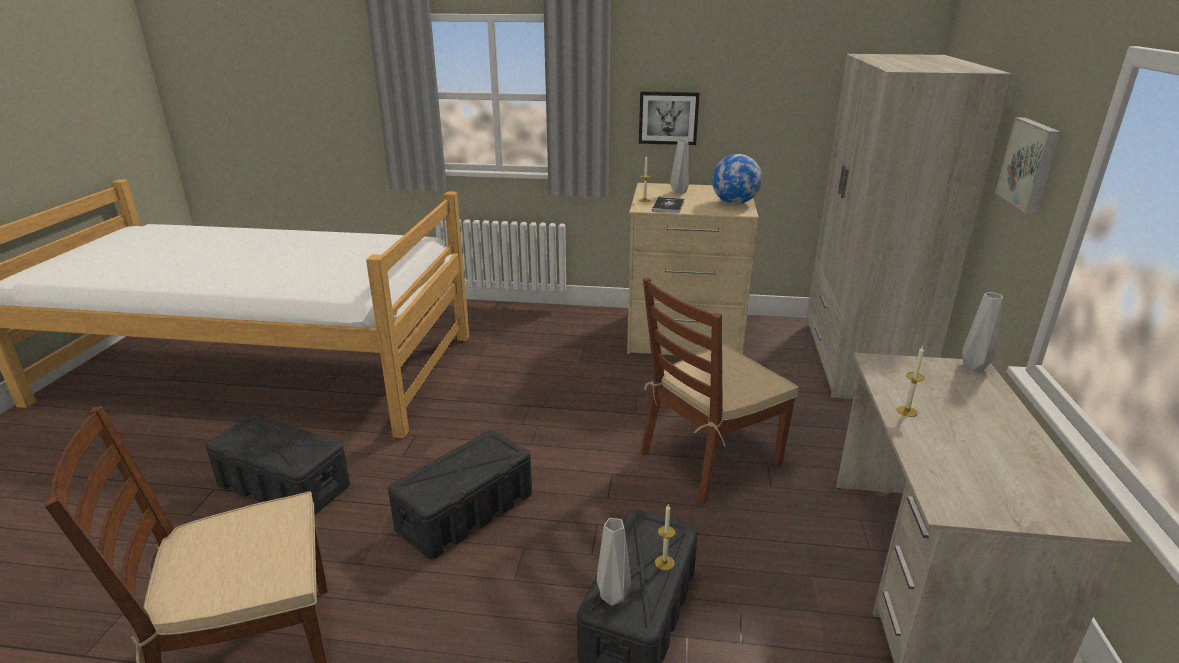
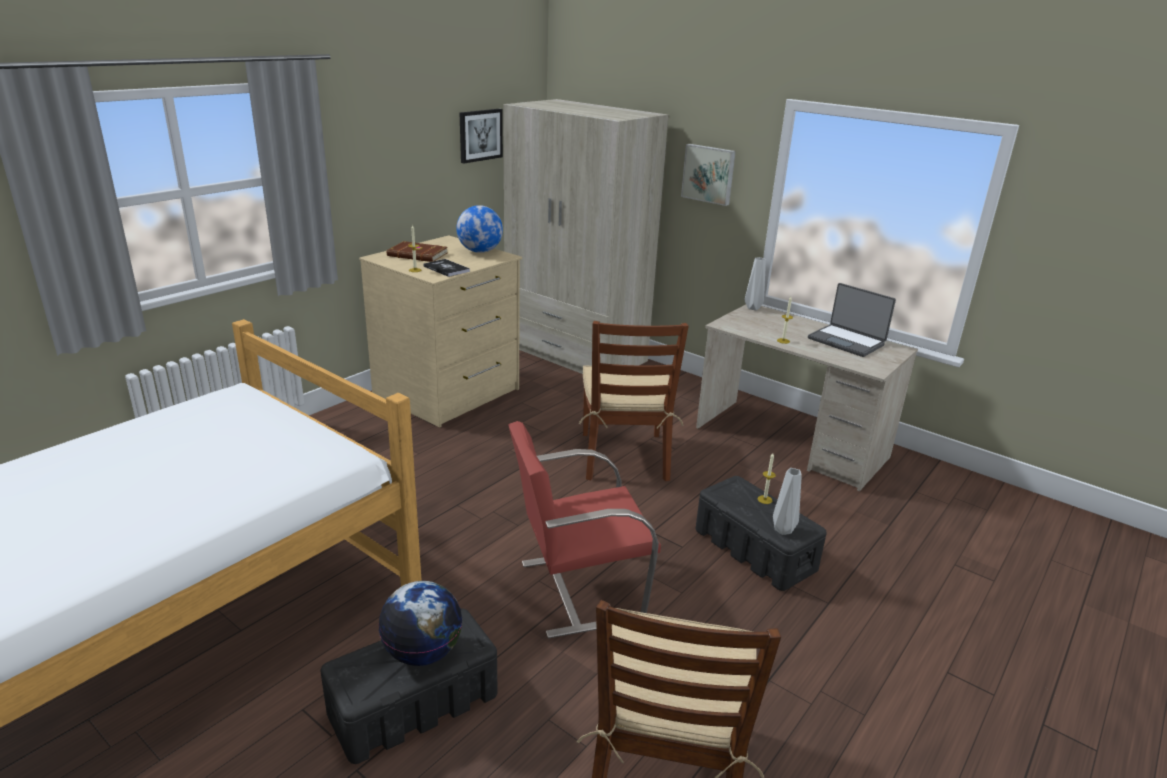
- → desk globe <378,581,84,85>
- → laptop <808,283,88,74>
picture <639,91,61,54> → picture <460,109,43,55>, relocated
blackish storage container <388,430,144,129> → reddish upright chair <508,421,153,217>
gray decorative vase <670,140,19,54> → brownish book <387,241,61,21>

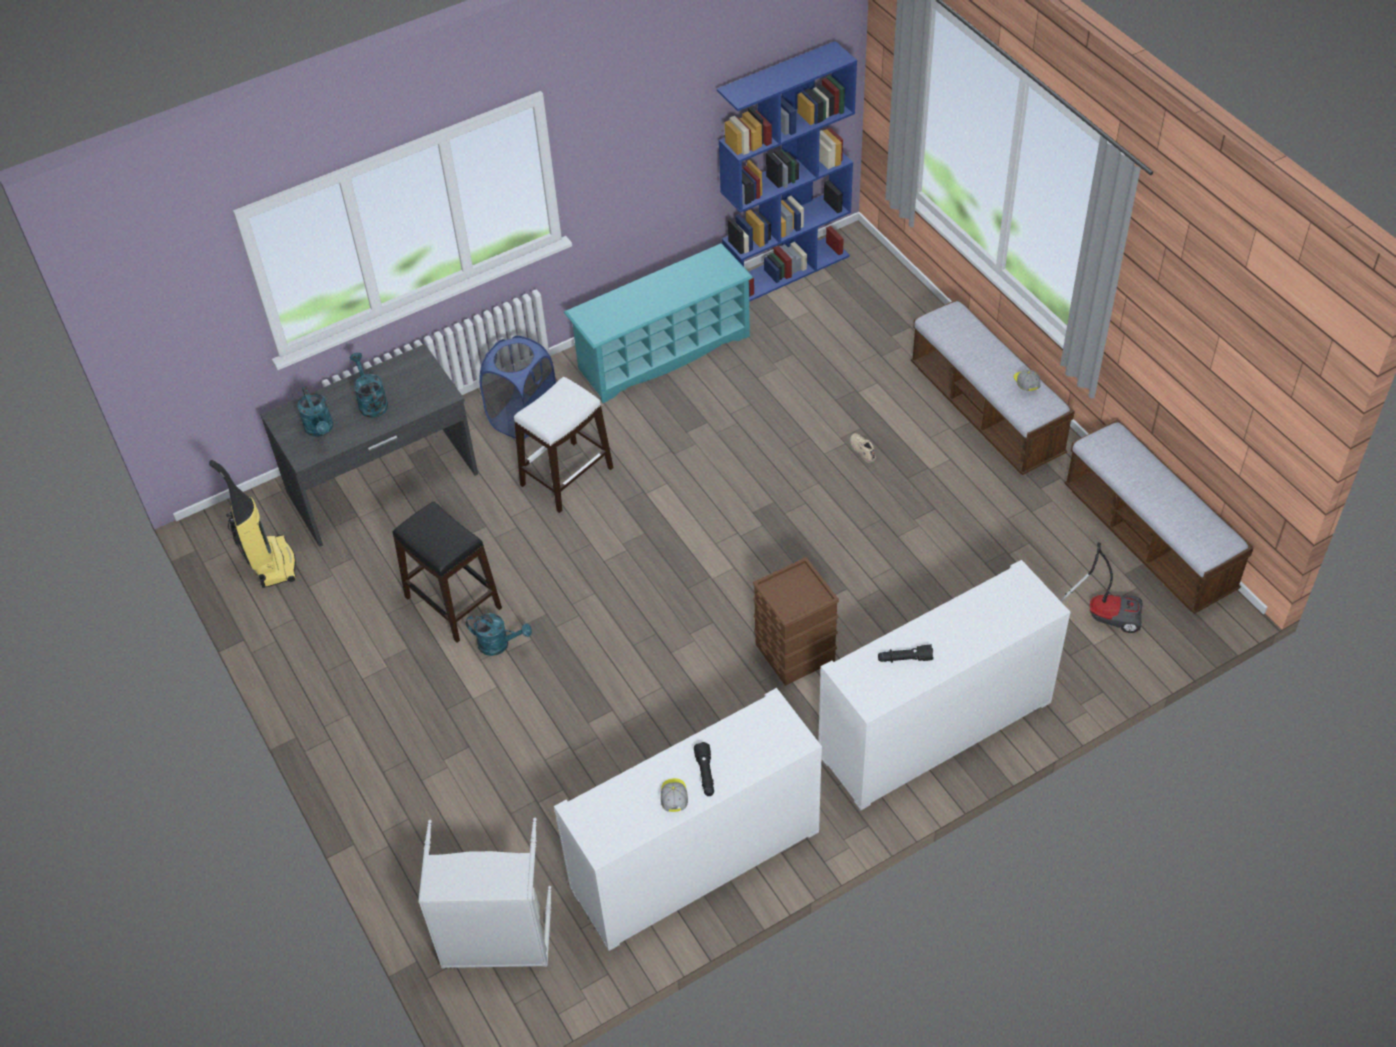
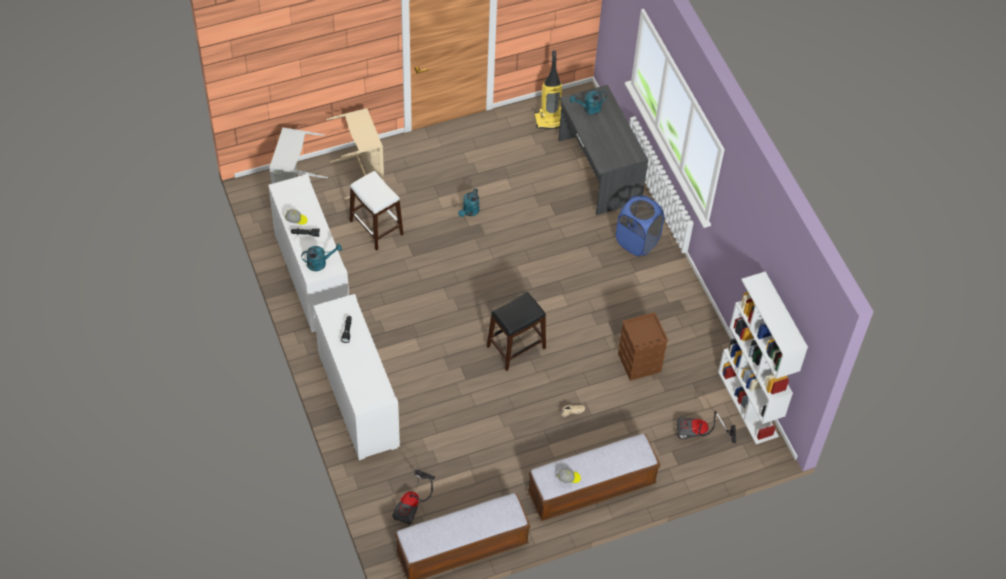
blue-green shoe shelf <564,243,189,160> → -
- → beige-coloured hamper <326,108,58,91>
- → hoover <677,411,59,32>
blue-green watering pot <350,353,38,65> → blue-green watering pot <301,244,41,27>, relocated
blackish sitting stool <393,502,109,141> → blackish sitting stool <487,292,59,79>, relocated
white-coloured sitting stool <514,377,100,136> → white-coloured sitting stool <350,171,54,80>, relocated
brownish storage container <753,557,86,129> → brownish storage container <618,312,50,69>, relocated
blue bookcase <717,41,140,261> → white-coloured bookcase <718,271,90,173>

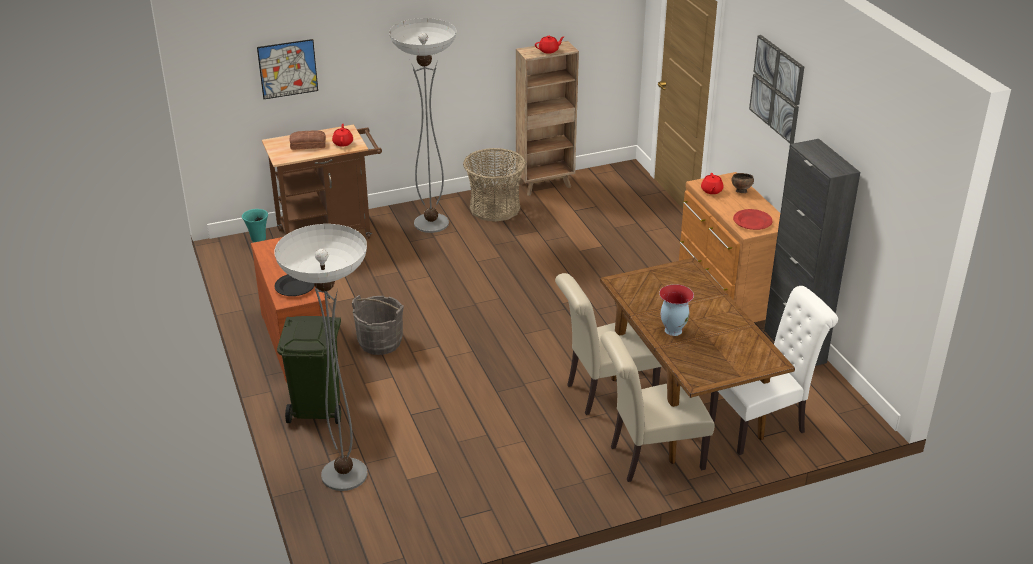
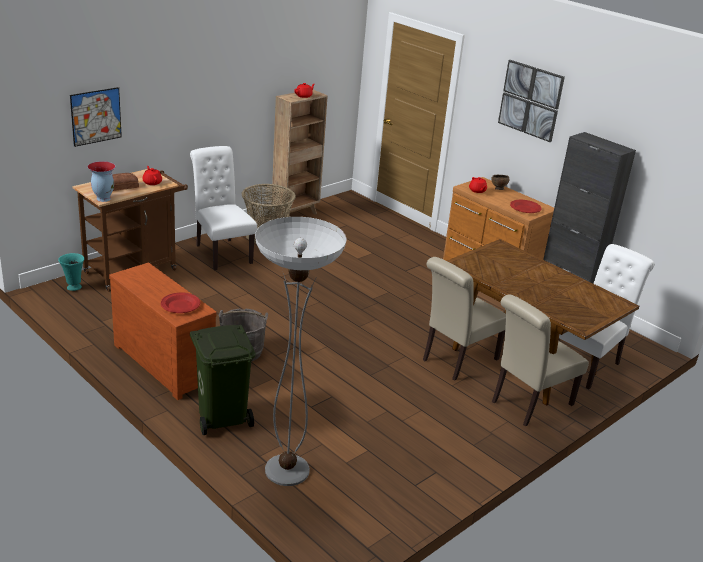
decorative vase <659,284,35,52> → decorative vase <88,161,28,41>, relocated
standing lamp <389,18,67,215> → white-coloured upright chair <190,146,67,124>
blackish dinner plate <275,274,40,22> → reddish dinner plate <161,293,39,20>

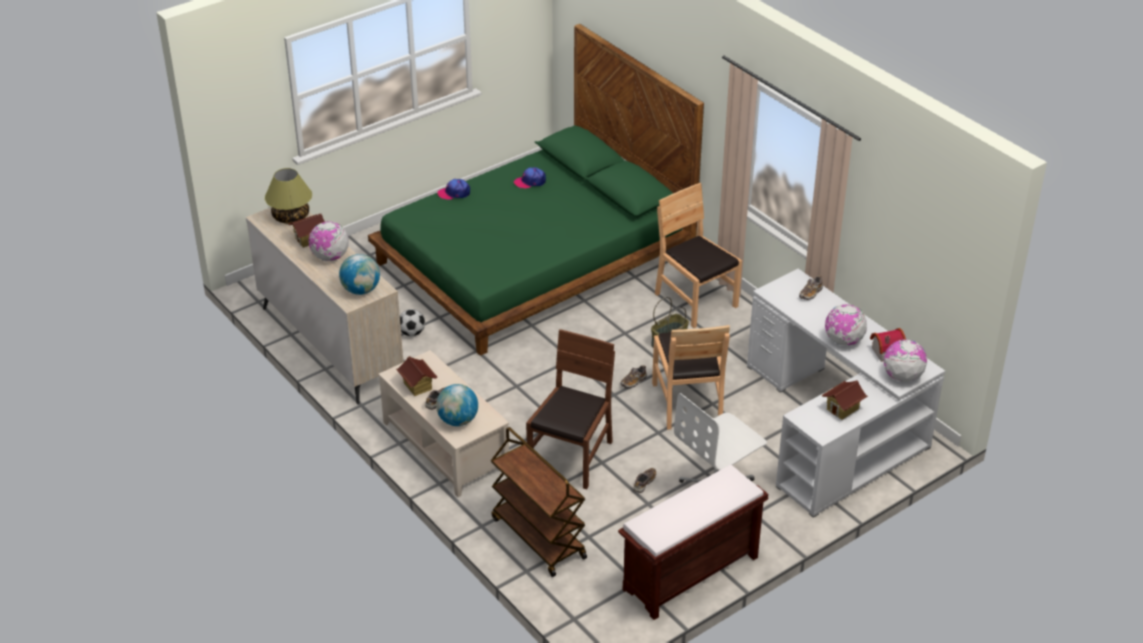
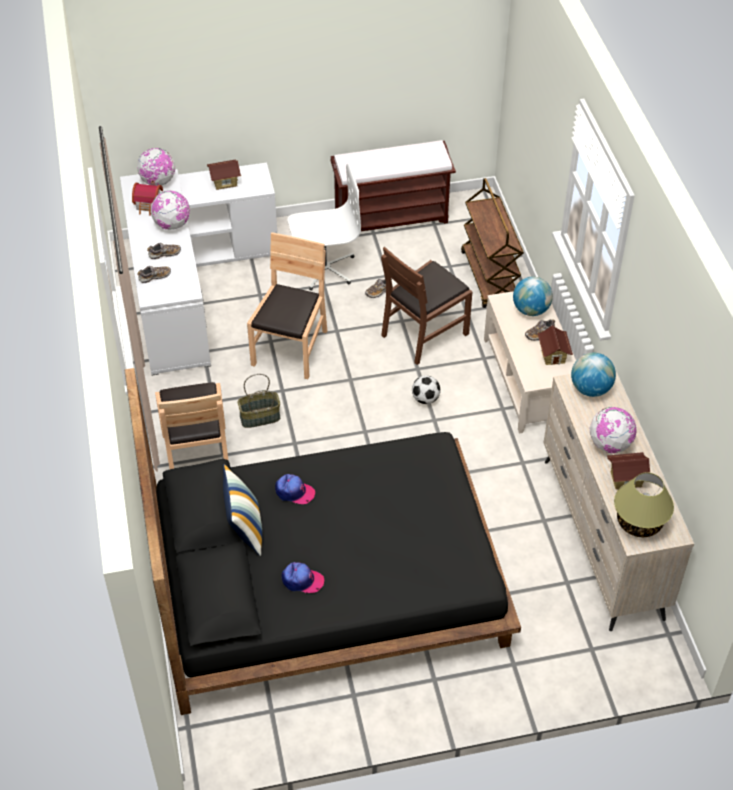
- → cushion <223,464,39,92>
football <400,309,25,27> → football <412,375,29,29>, relocated
baseball cap <437,179,33,21> → baseball cap <275,474,40,30>, relocated
item of footwear <620,365,27,24> → item of footwear <147,243,34,16>, relocated
green-coloured bedroom bed <368,24,336,332> → blackish bedroom bed <124,368,397,347>

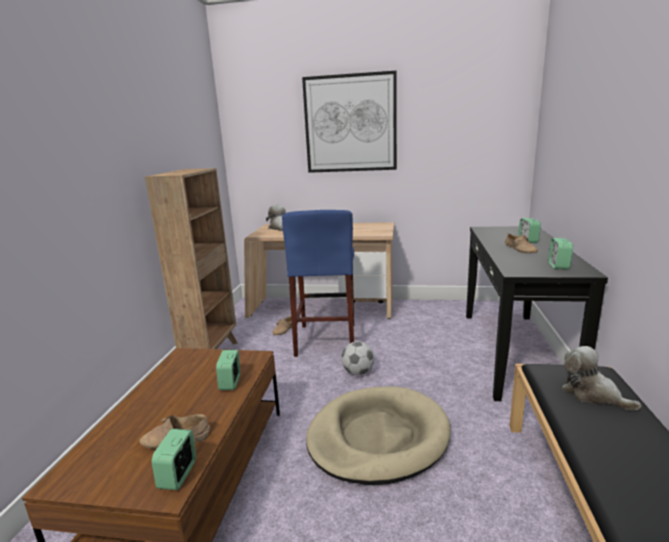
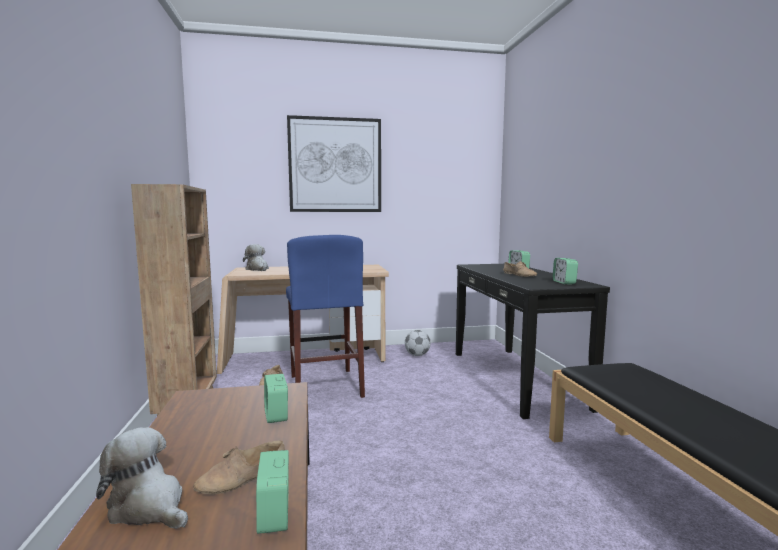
beige-coloured pet bed <306,386,145,99> → -
football <341,341,34,34> → football <405,330,26,26>, relocated
soft toy <562,346,79,65> → soft toy <96,427,92,102>, relocated

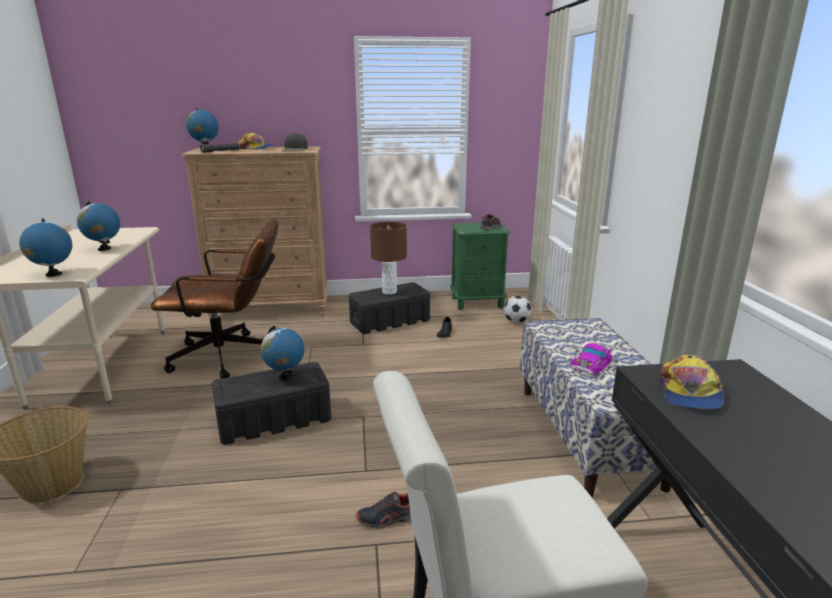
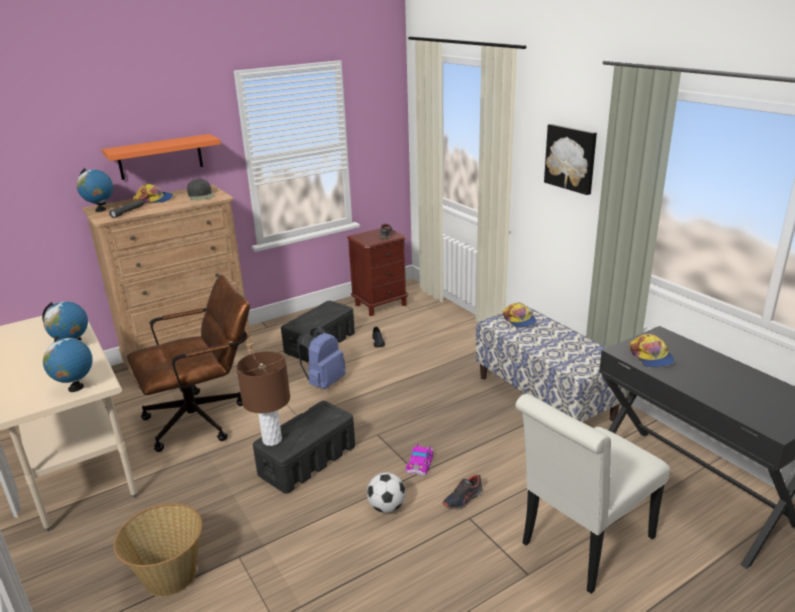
desk globe <261,326,43,55> → -
- → orangey shelf <102,134,119,46>
- → blue backpack <297,327,49,62>
- → baseball cap <503,302,33,26>
- → picture <544,124,53,71>
brownish lamp for a table <370,222,37,73> → brownish lamp for a table <236,351,54,95>, relocated
football <504,296,28,27> → football <367,473,39,40>, relocated
miniature car <570,343,43,33> → miniature car <406,444,27,32>, relocated
green-coloured night table <450,222,61,88> → brownish night table <347,228,61,88>

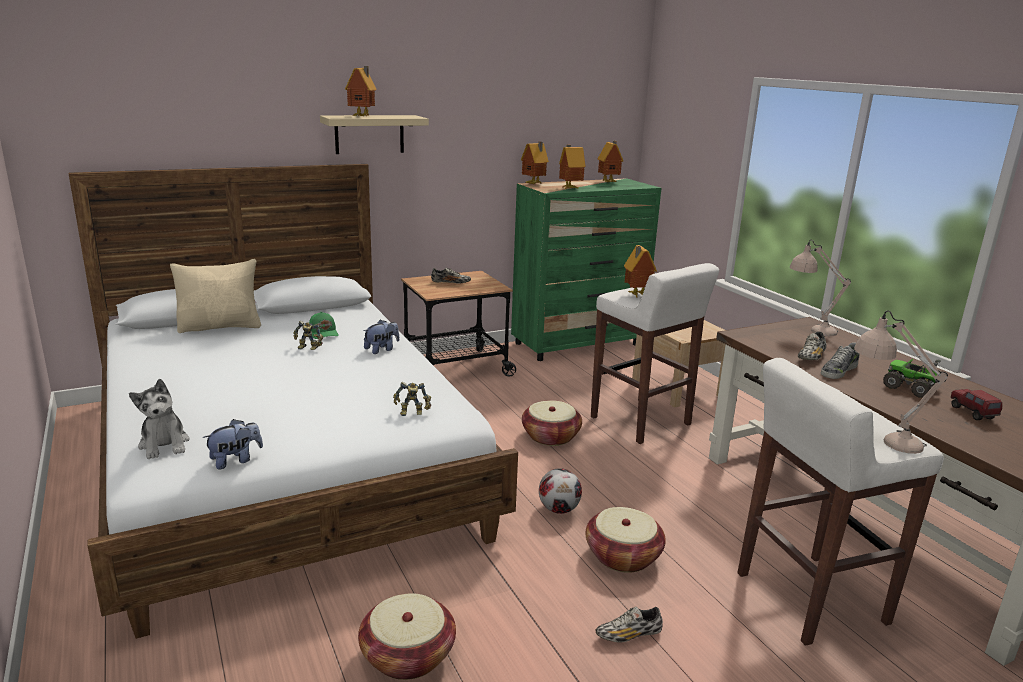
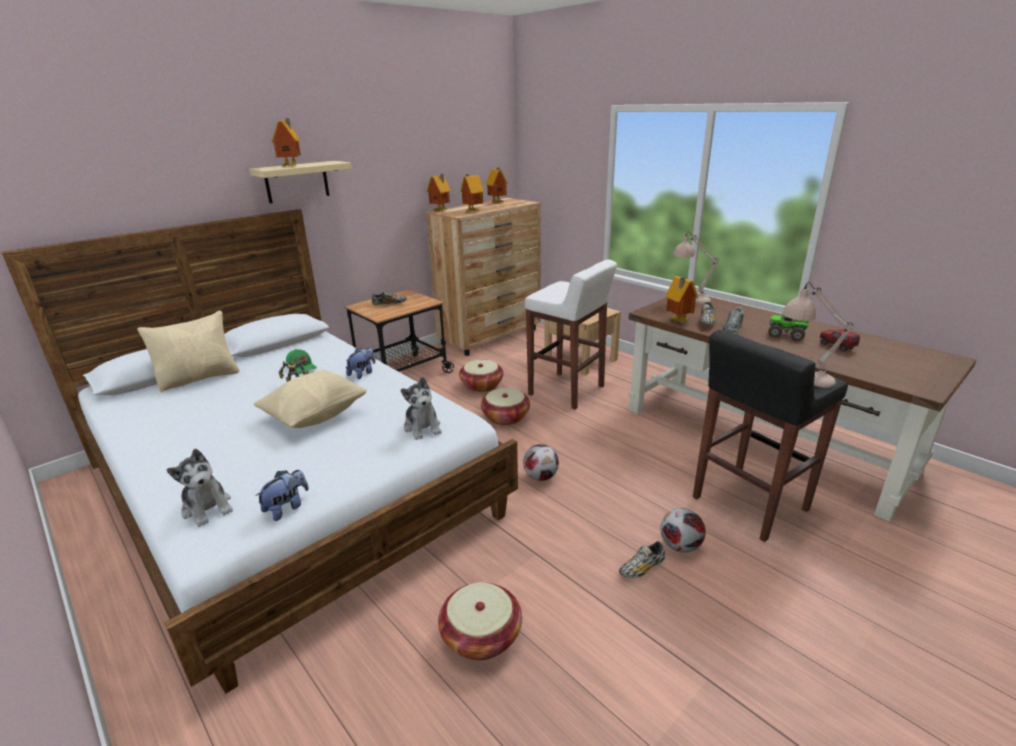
- → beige-coloured cushion <253,370,114,58>
- → football <660,508,46,44>
basket <586,507,80,66> → basket <459,360,44,32>, relocated
model house <624,245,33,52> → model house <665,276,33,48>, relocated
model robot <393,382,38,34> → soft toy <401,377,40,63>
green-coloured chest of drawers <511,178,150,183> → brownish chest of drawers <426,198,115,158>
white-coloured sitting stool <737,358,207,288> → blackish sitting stool <693,330,155,212>

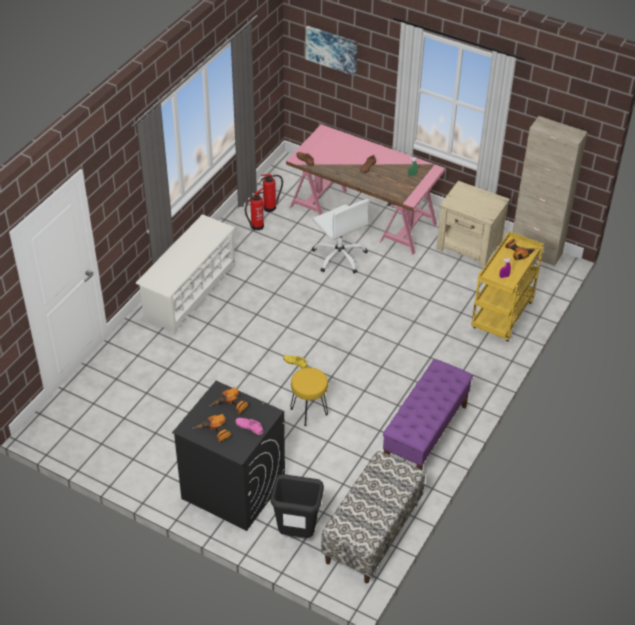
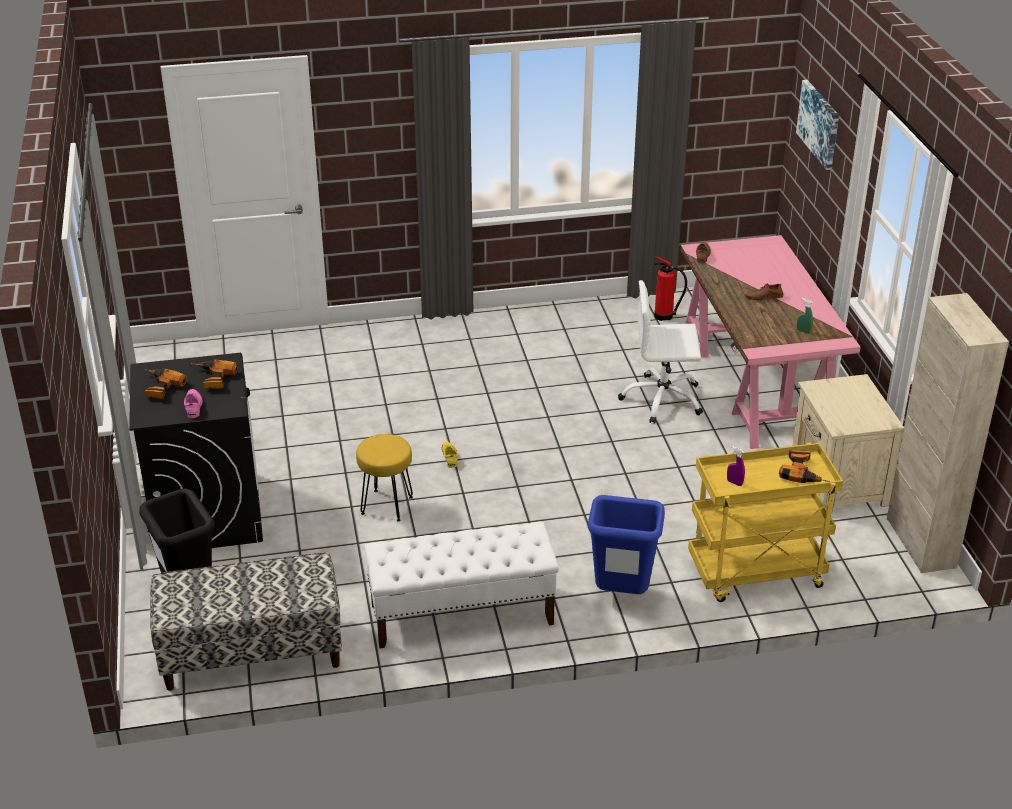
white-coloured shoe shelf <136,214,99,120> → -
extinguisher <245,188,19,42> → -
- → blue waste bin <588,495,77,99>
purplish bench <383,359,90,111> → white-coloured bench <364,522,195,127>
white-coloured desk chair <312,199,57,75> → white-coloured desk chair <618,280,85,144>, 75 degrees clockwise

